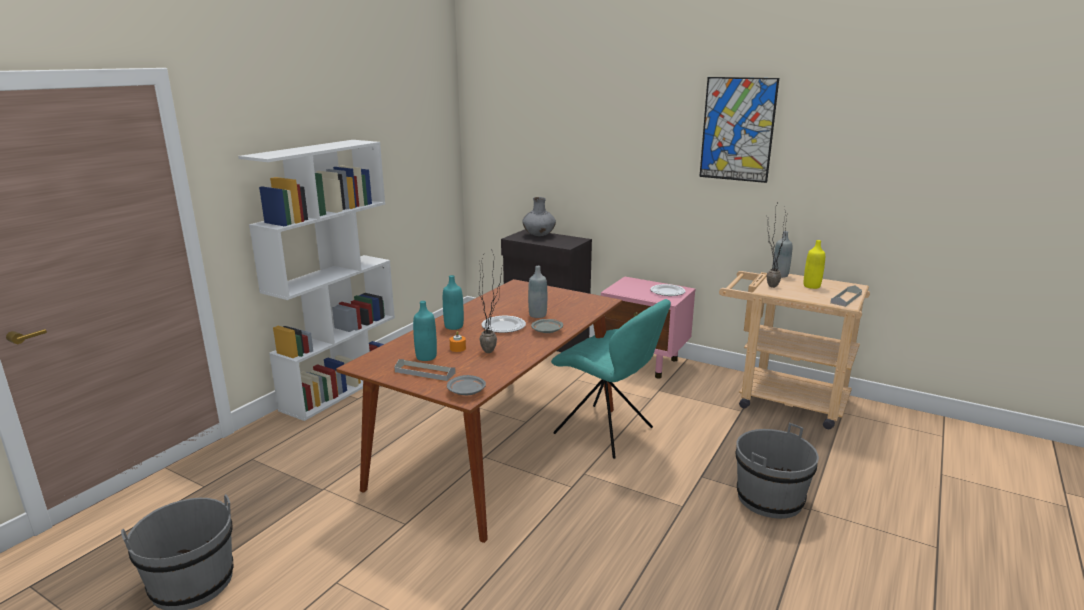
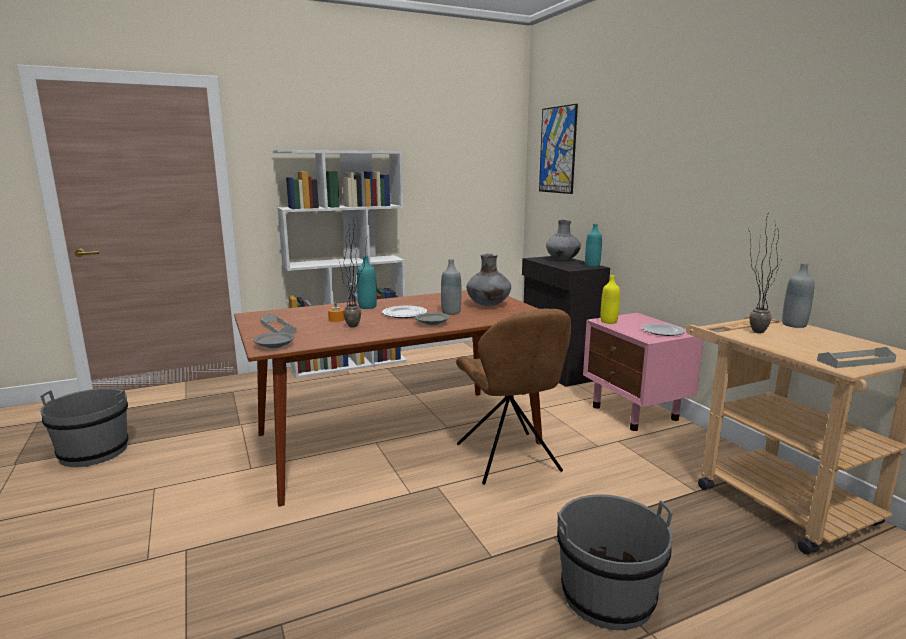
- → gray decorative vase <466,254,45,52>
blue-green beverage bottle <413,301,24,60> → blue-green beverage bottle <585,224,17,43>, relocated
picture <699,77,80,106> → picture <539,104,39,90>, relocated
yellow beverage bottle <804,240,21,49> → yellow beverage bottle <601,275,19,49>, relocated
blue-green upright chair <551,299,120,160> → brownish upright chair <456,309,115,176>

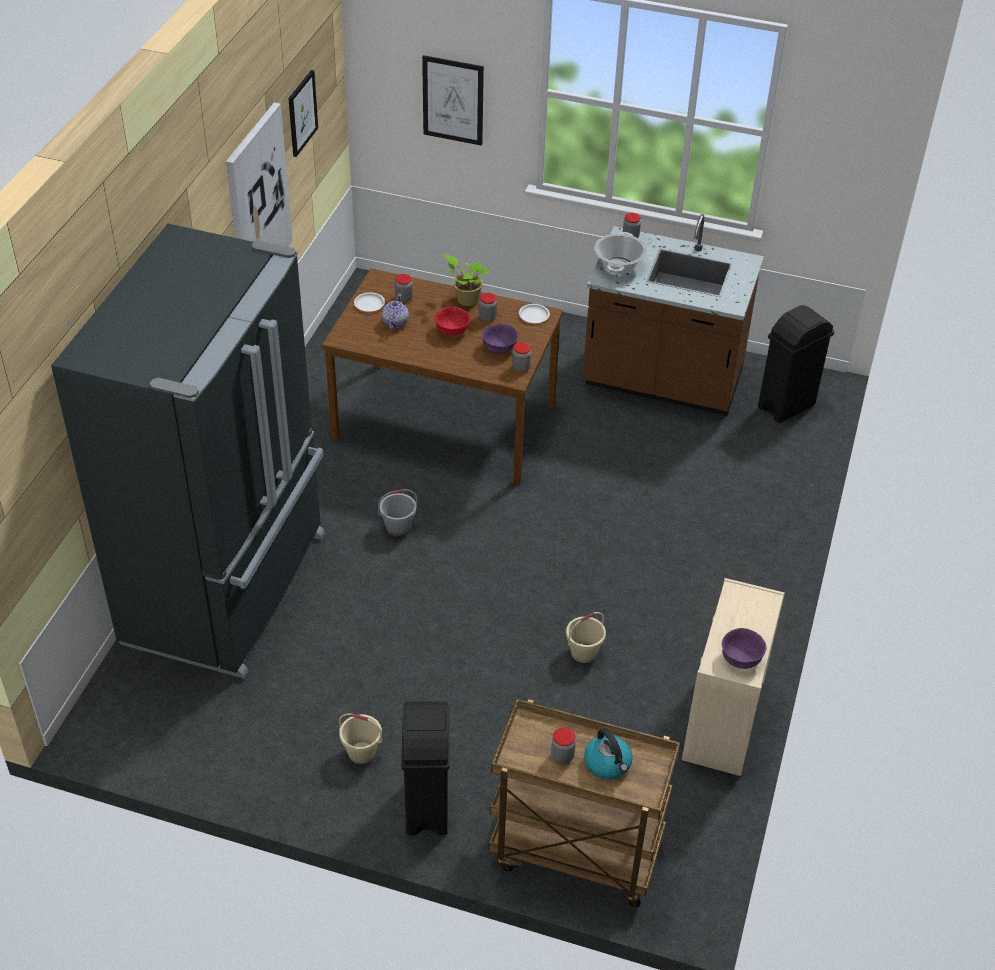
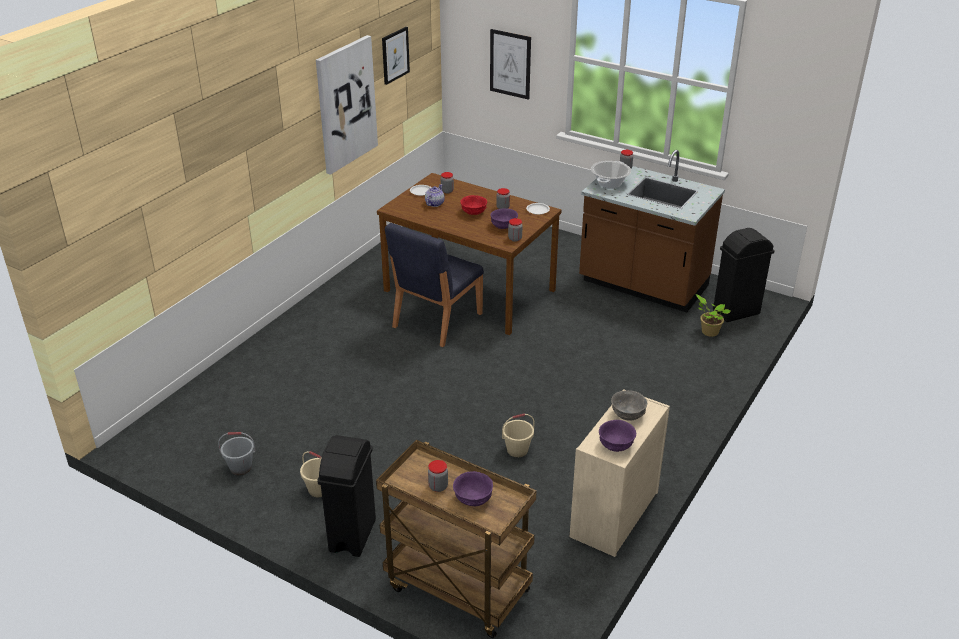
blackish kitchen fridge <51,223,274,456> → -
- → blue upright chair <385,223,99,124>
- → gray serving bowl <611,390,36,31>
gray water bucket <378,489,40,48> → gray water bucket <218,432,38,43>, relocated
potted plant <443,254,47,52> → potted plant <696,294,35,43>, relocated
kettle <584,728,49,52> → purplish serving bowl <453,471,40,35>

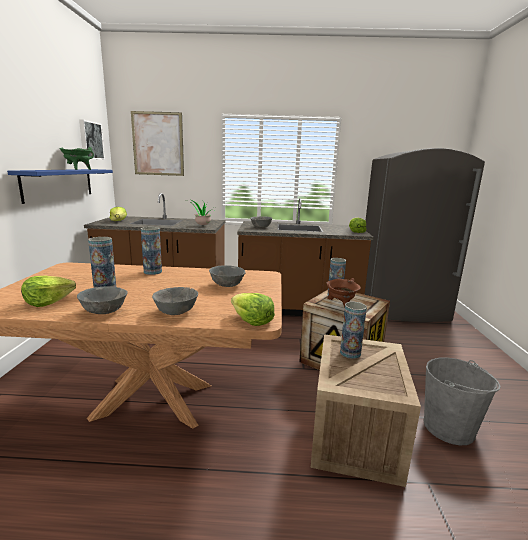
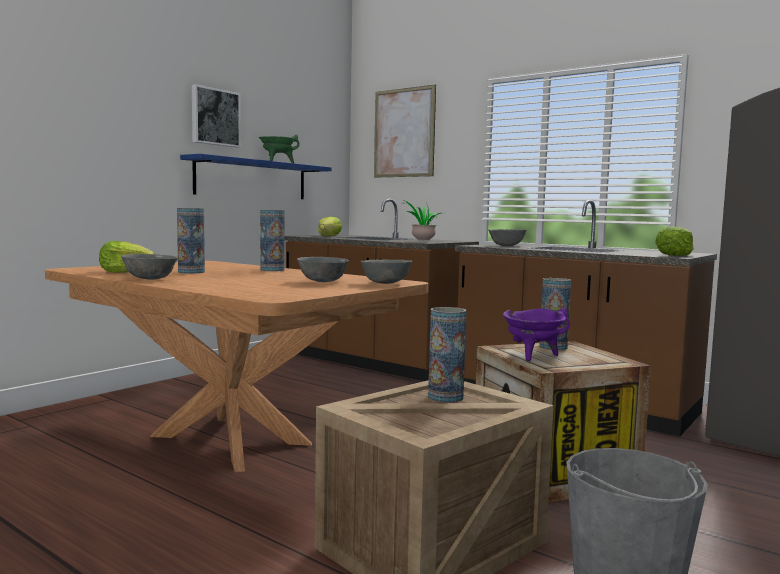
lettuce <231,293,44,33> → -
picture <79,119,26,40> → picture <192,84,49,64>, relocated
gray serving bowl <152,287,46,28> → gray serving bowl <361,259,52,25>, relocated
brownish stockpot <326,278,35,30> → purplish stockpot <503,308,67,53>

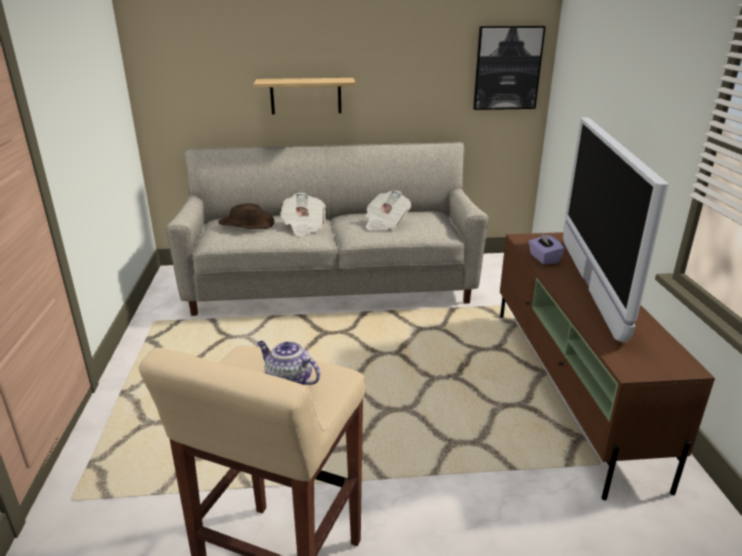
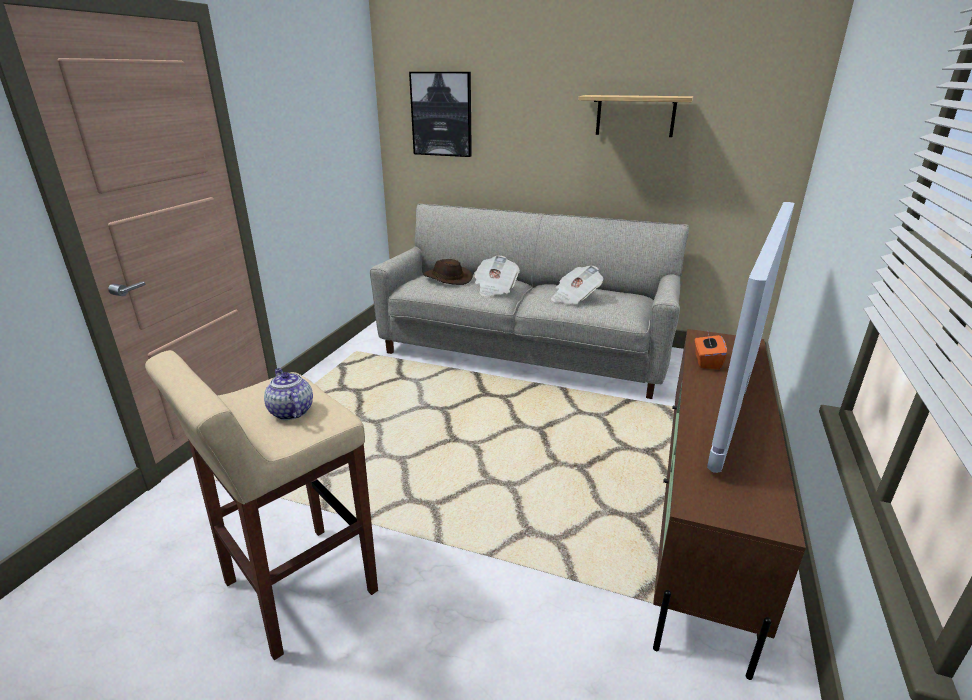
shelf <254,78,102,36> → shelf <579,95,114,42>, relocated
picture <473,26,73,84> → picture <409,72,63,85>, relocated
purplish tissue box <528,232,36,33> → orangey tissue box <695,333,32,37>

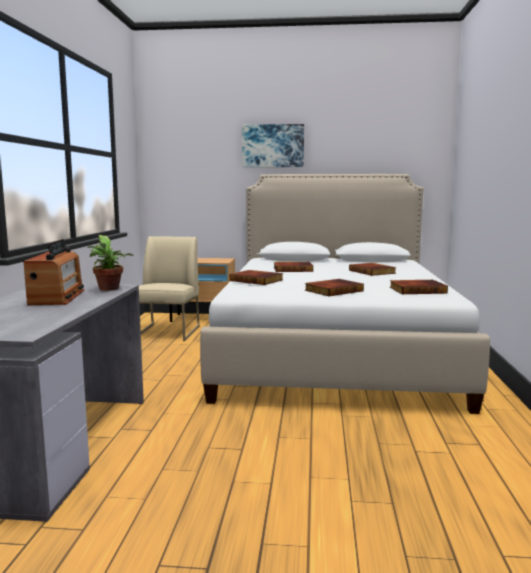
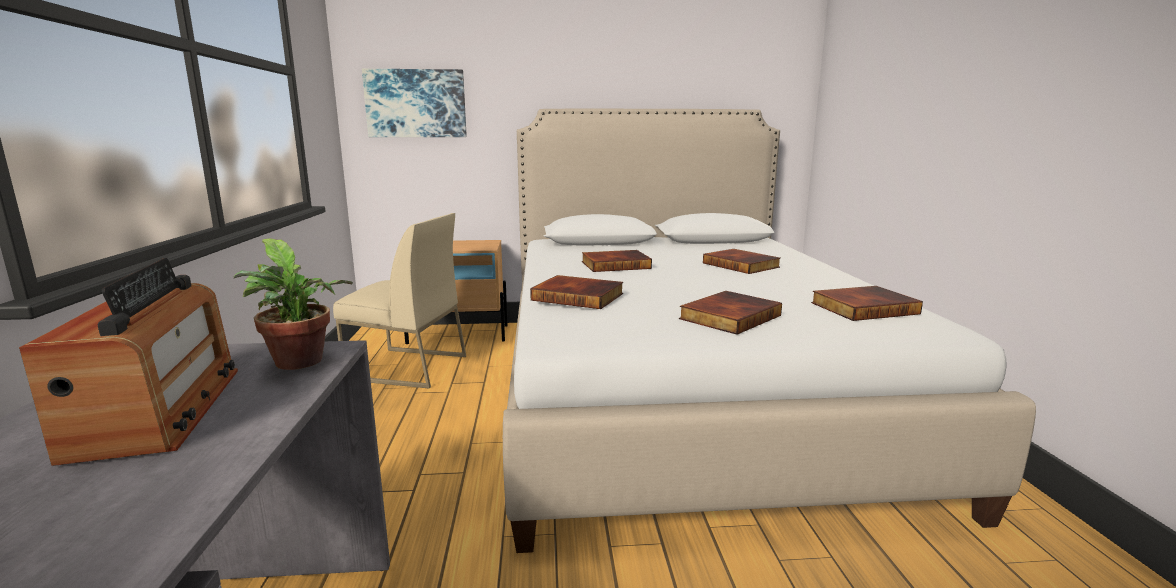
picture <242,124,62,43> → picture <362,69,105,68>, relocated
beige-coloured upright chair <139,236,61,105> → beige-coloured upright chair <333,213,133,175>, 105 degrees clockwise

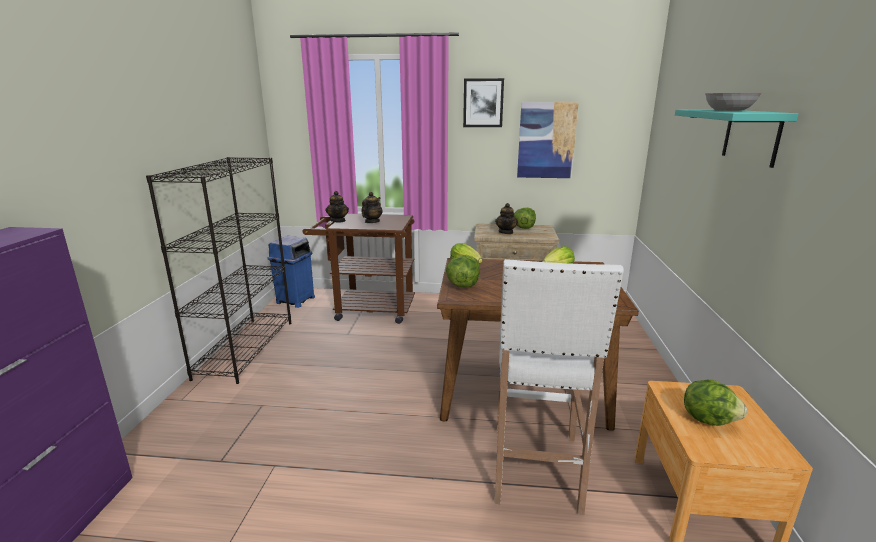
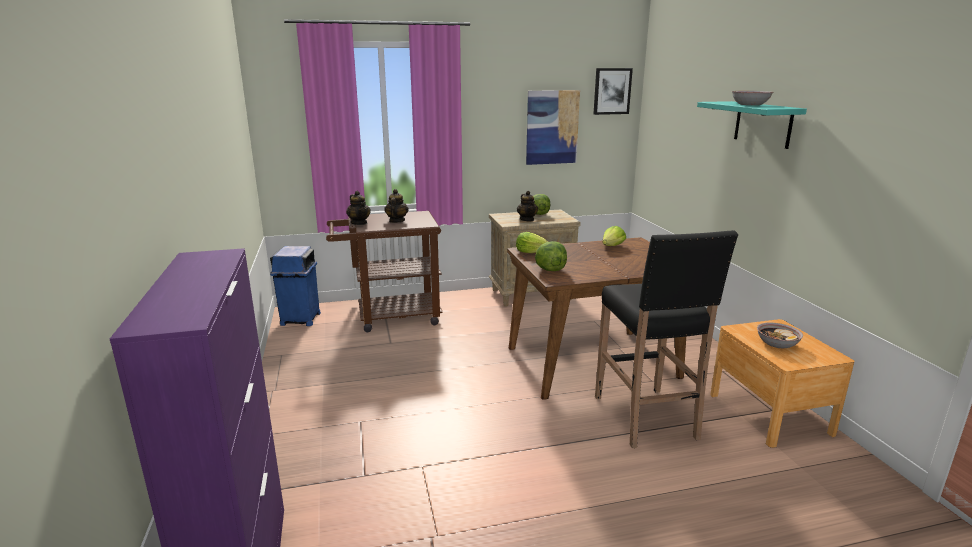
blackish bookcase <146,157,145,227> → -
picture <463,78,41,49> → picture <594,68,39,47>, relocated
lettuce <684,380,63,46> → serving bowl <757,323,46,26>
white-coloured sitting stool <494,259,130,256> → blackish sitting stool <595,230,143,218>

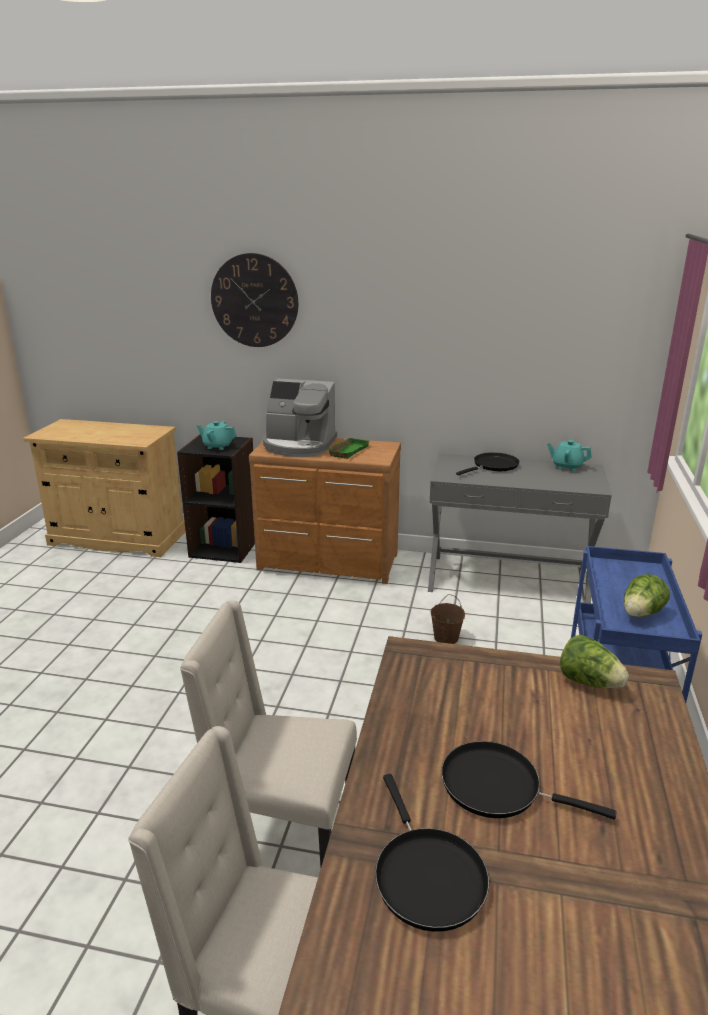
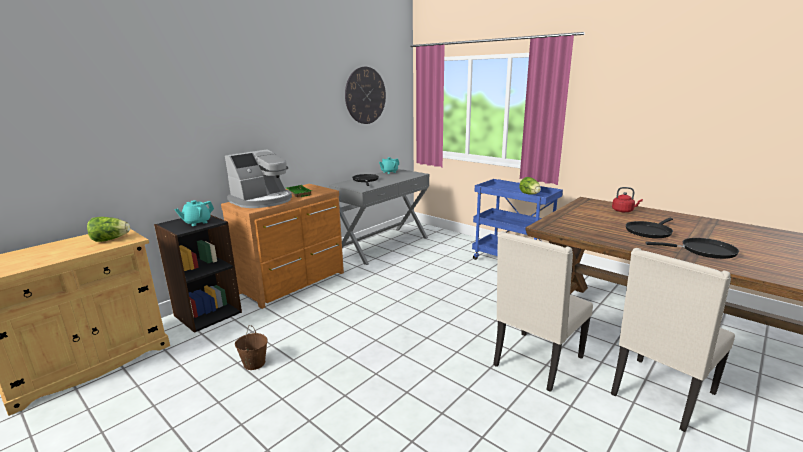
- → reddish kettle <612,187,31,25>
wall clock <211,253,87,94> → wall clock <345,67,41,57>, relocated
brownish water bucket <431,594,34,50> → brownish water bucket <235,325,33,45>, relocated
lettuce <560,634,69,55> → lettuce <87,217,43,25>, relocated

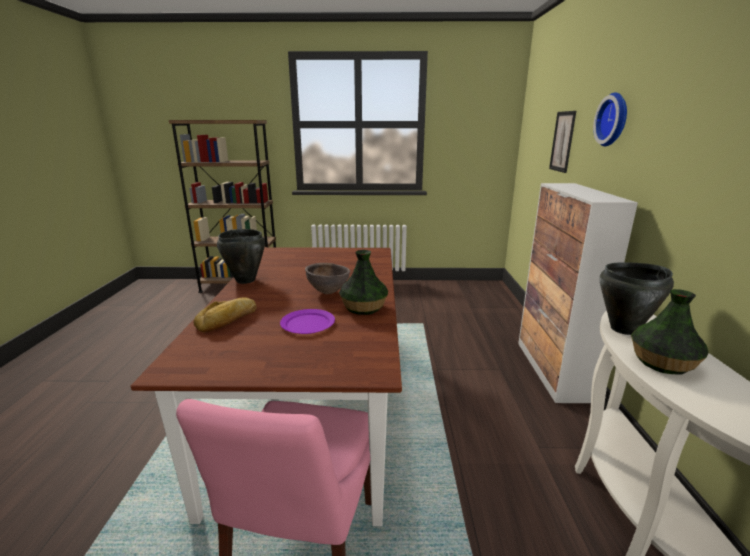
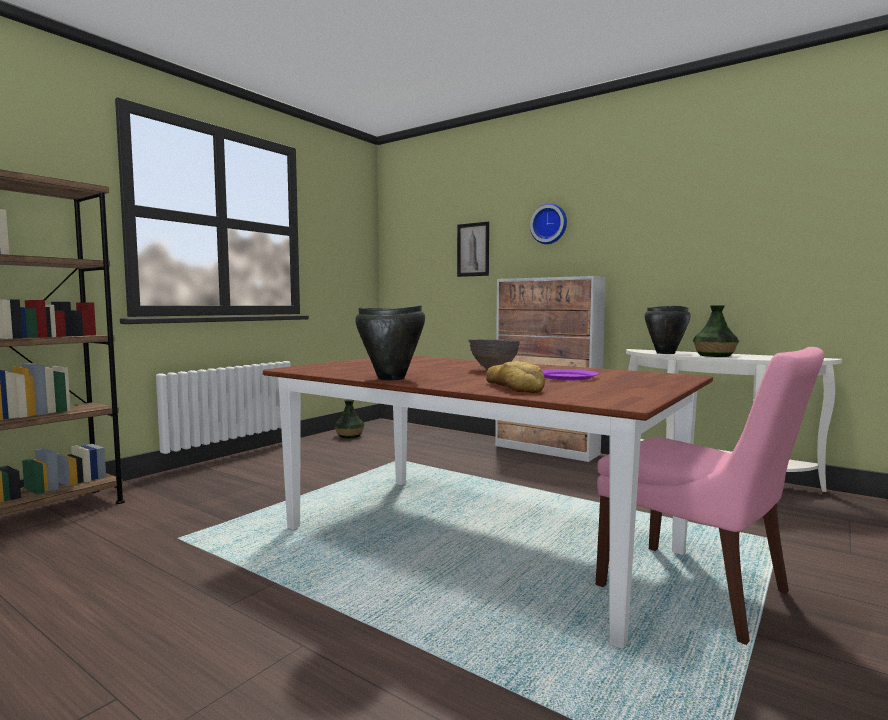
decorative vase <339,250,49,65> → decorative vase <334,400,31,38>, relocated

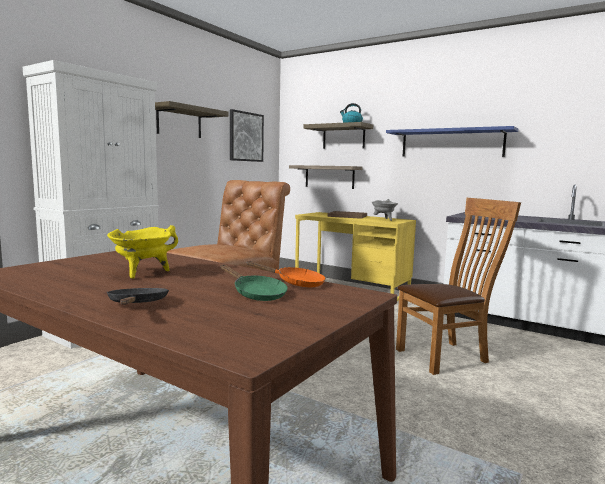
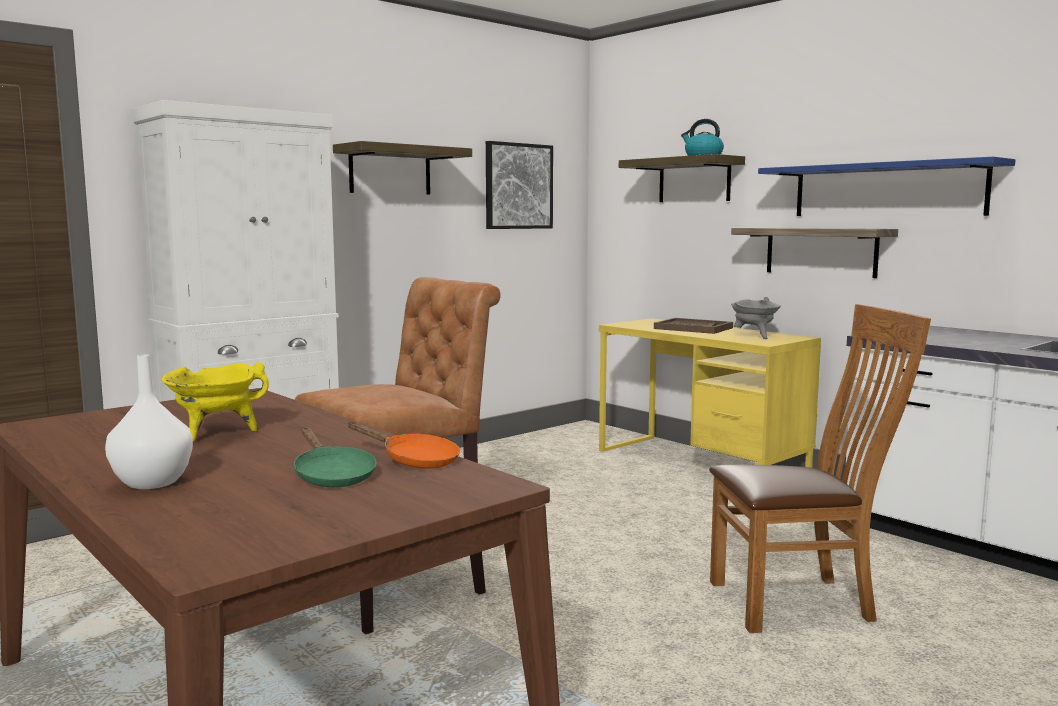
shelf <289,165,73,24> → shelf <731,227,167,51>, relocated
blackish skillet <107,288,62,17> → white-coloured decorative vase <105,355,88,134>

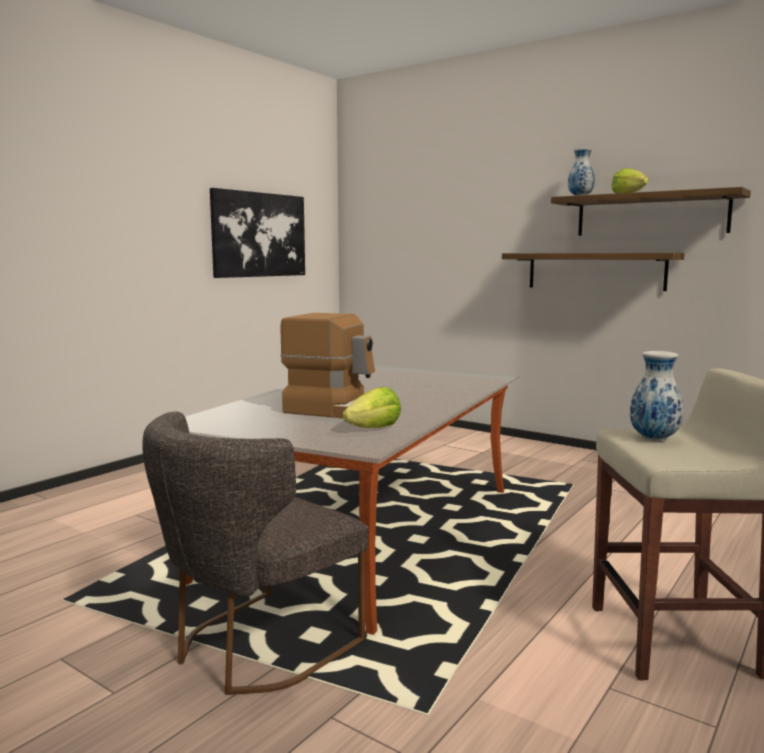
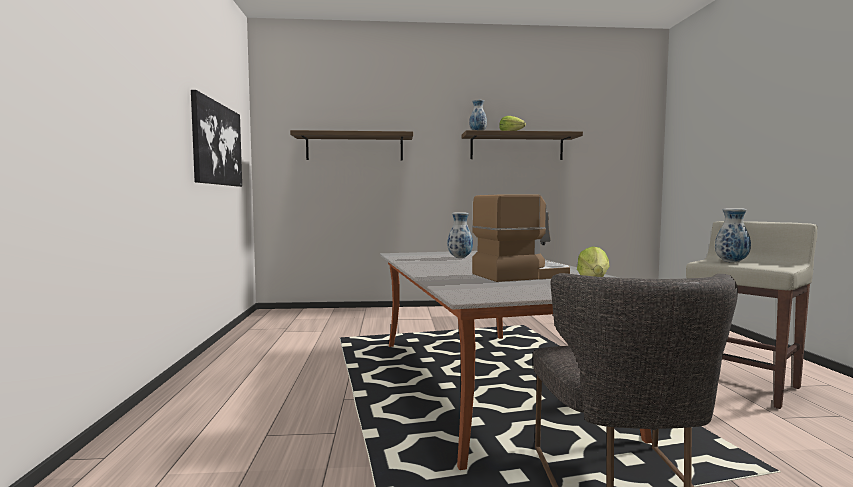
- → decorative vase <447,212,26,46>
shelf <502,253,183,38> → shelf <290,130,123,31>, relocated

